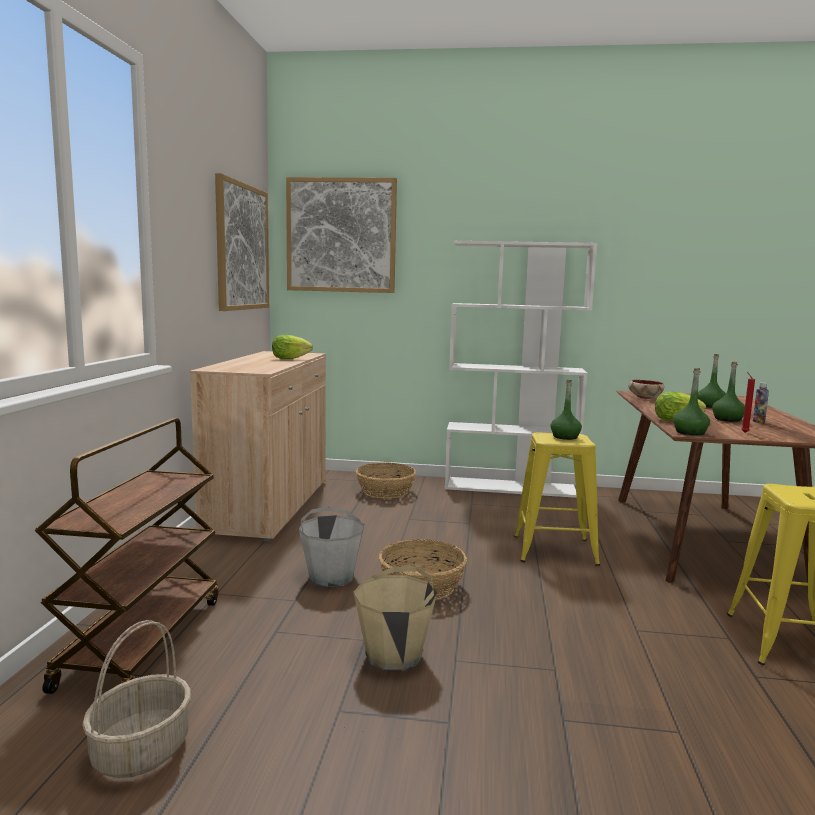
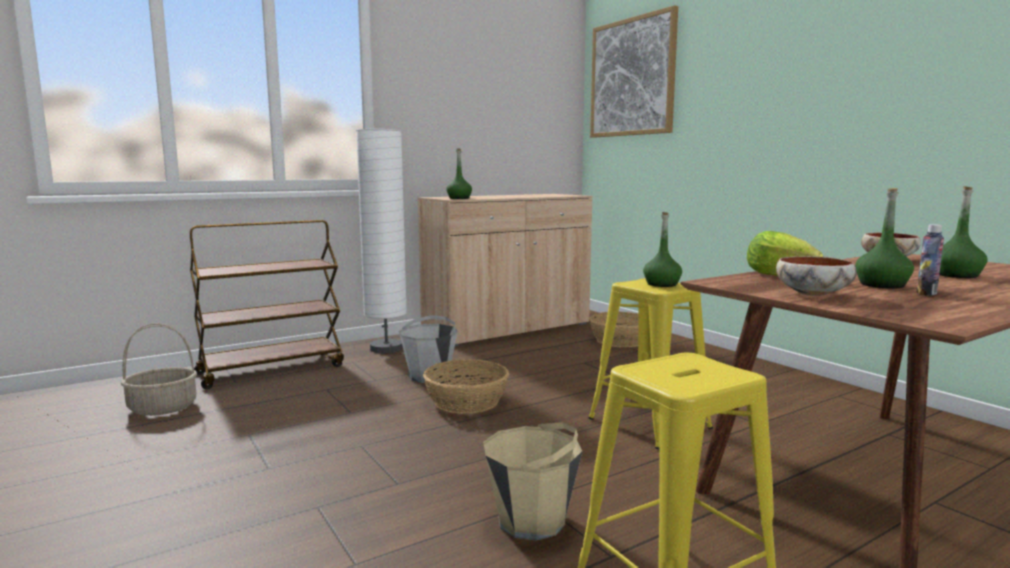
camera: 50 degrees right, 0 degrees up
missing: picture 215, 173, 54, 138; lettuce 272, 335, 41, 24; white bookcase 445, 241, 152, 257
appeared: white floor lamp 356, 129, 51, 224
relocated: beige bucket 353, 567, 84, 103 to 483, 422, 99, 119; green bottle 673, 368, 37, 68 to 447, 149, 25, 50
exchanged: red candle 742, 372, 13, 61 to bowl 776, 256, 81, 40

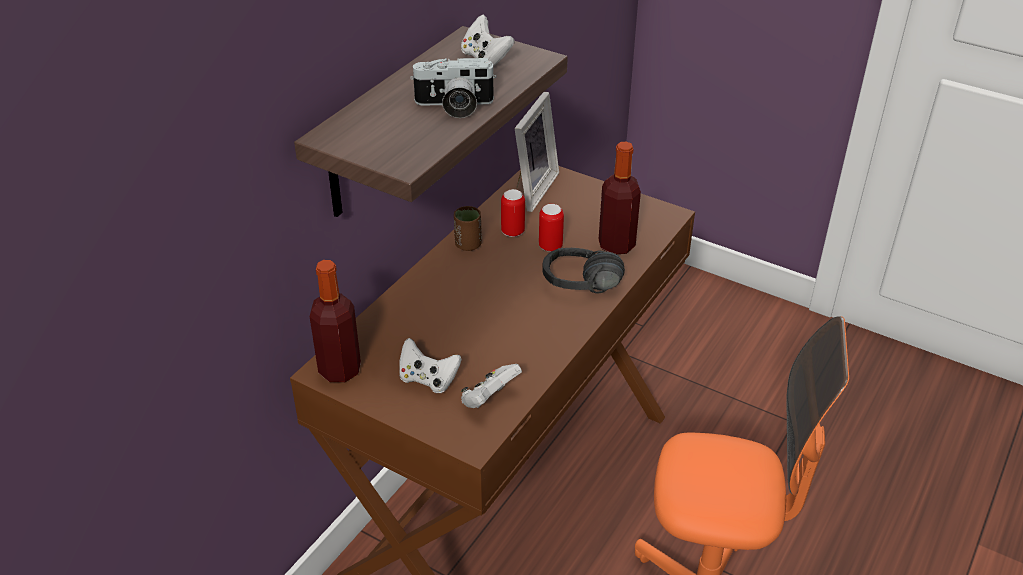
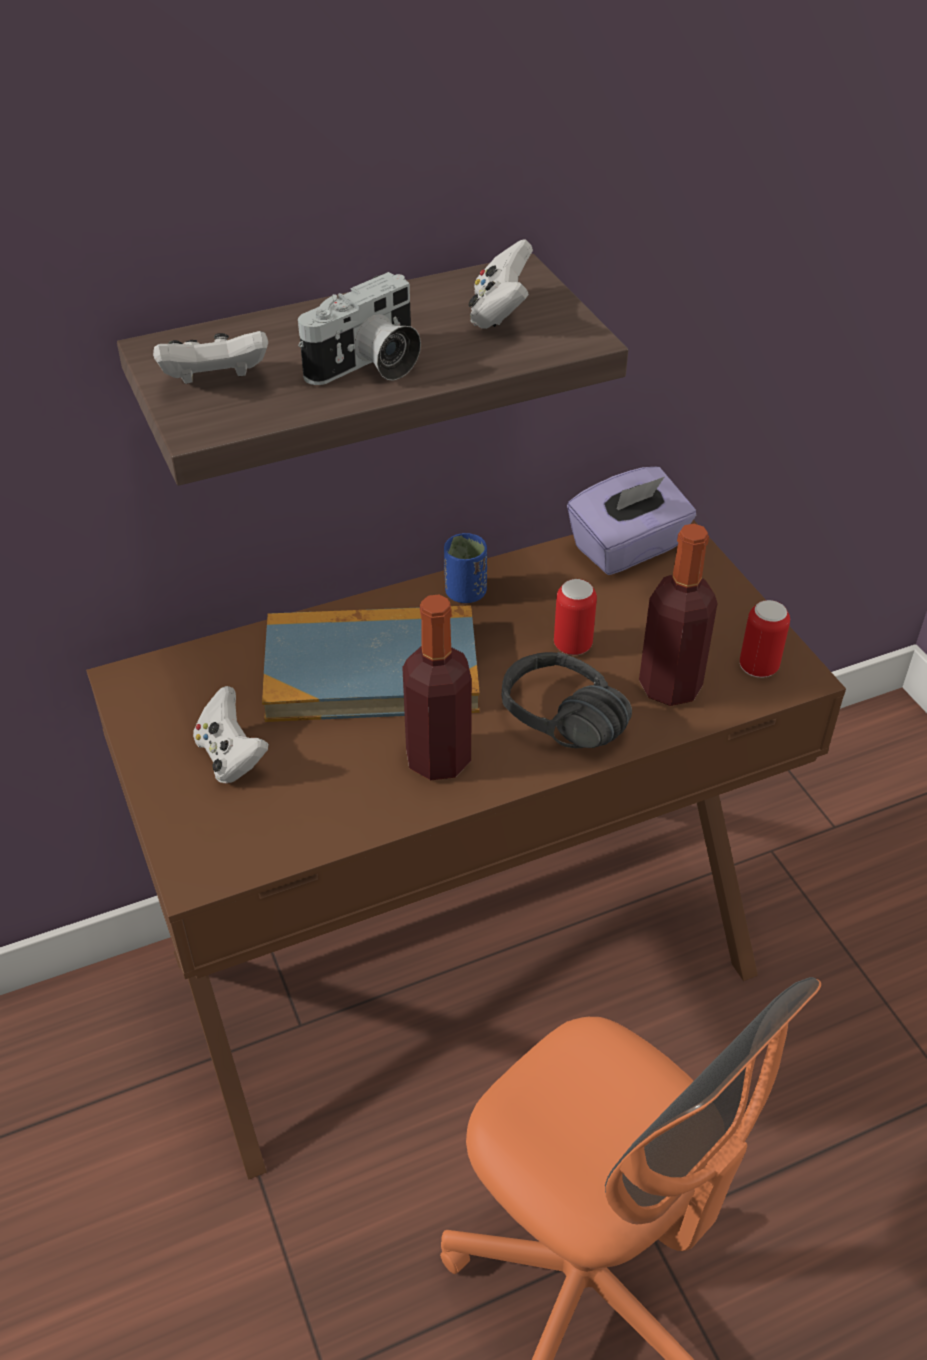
camera: 35 degrees right, 5 degrees up
appeared: book 262, 605, 218, 117
relocated: bottle 309, 260, 52, 122 to 402, 595, 70, 185; white game controller 461, 364, 61, 44 to 153, 331, 115, 53; can 501, 189, 24, 48 to 740, 600, 50, 78
exchanged: picture frame 515, 92, 44, 120 to purple tissue box 567, 467, 129, 108
colour: brown cup 454, 206, 28, 45 to blue cup 444, 533, 43, 70
spun: photo camera 410, 58, 86, 60 = 298, 272, 123, 113 75 degrees counterclockwise

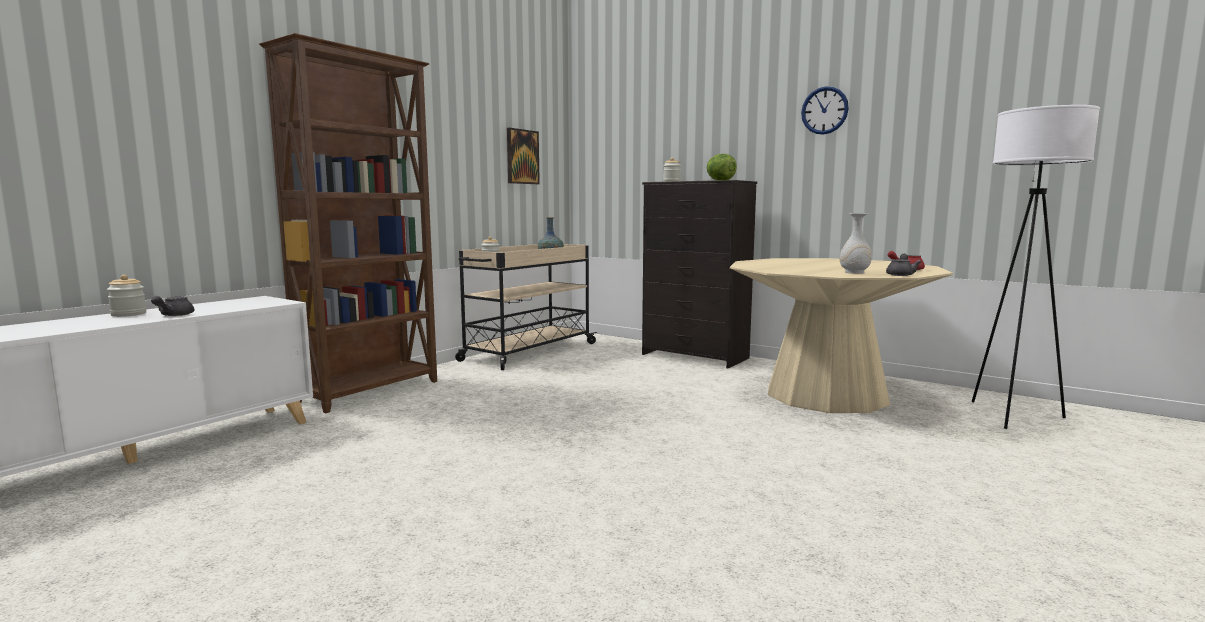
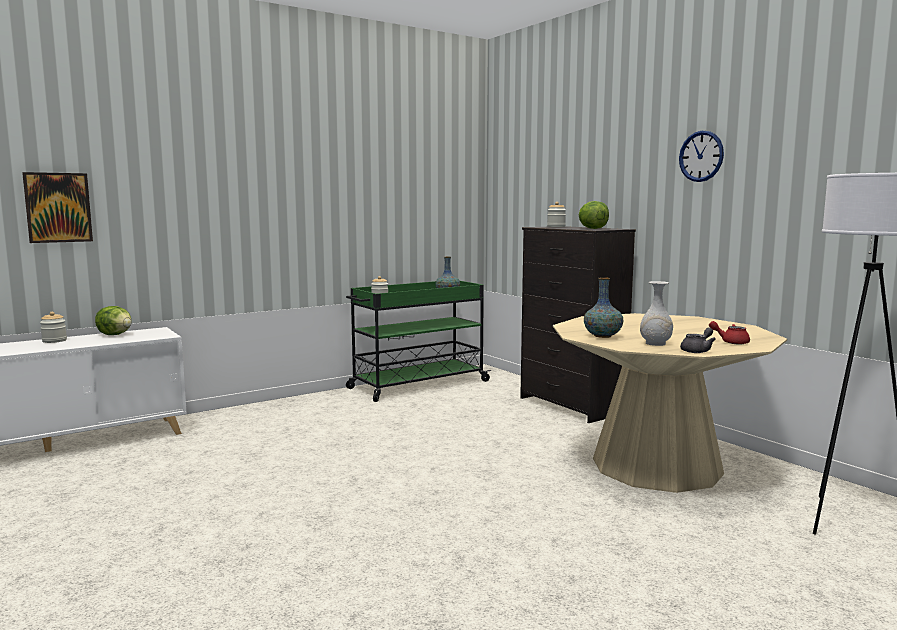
camera: 20 degrees right, 0 degrees up
missing: grey teapot 151, 296, 43, 20; brown bookcase 259, 33, 178, 380
appeared: lettuce 95, 306, 37, 29; vase 584, 277, 39, 61
relocated: picture 507, 128, 33, 56 to 22, 172, 71, 71
colour: beige cart 455, 244, 142, 126 to green cart 346, 281, 145, 121

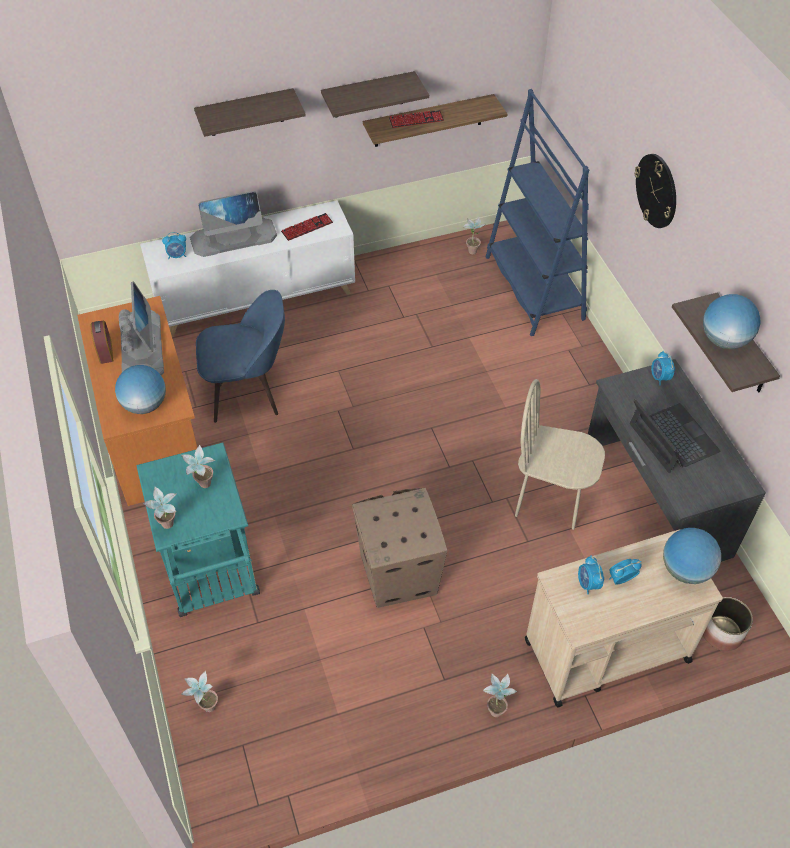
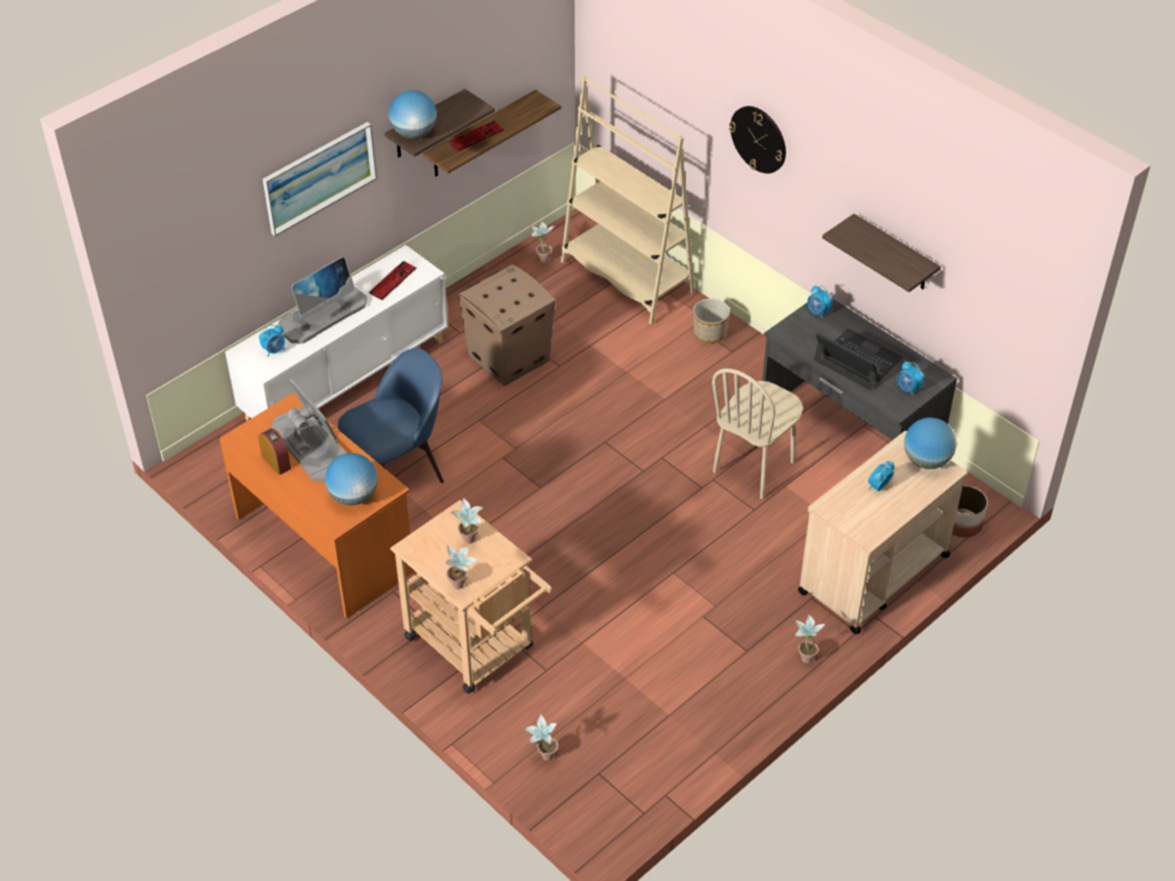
camera: 25 degrees left, 5 degrees down
appeared: planter 693, 298, 37, 45
relocated: cardboard box 352, 488, 95, 120 to 458, 264, 97, 122; alarm clock 578, 555, 26, 39 to 898, 361, 27, 35; globe 703, 294, 57, 55 to 389, 90, 48, 49
exchanged: shelf 194, 88, 112, 49 to picture 263, 122, 114, 114
colour: turquoise cart 136, 443, 124, 174 to beige cart 390, 500, 162, 194; blue bookcase 486, 89, 103, 247 to beige bookcase 561, 75, 134, 249
spun: beige chair 515, 379, 90, 151 = 712, 368, 91, 131 45 degrees counterclockwise

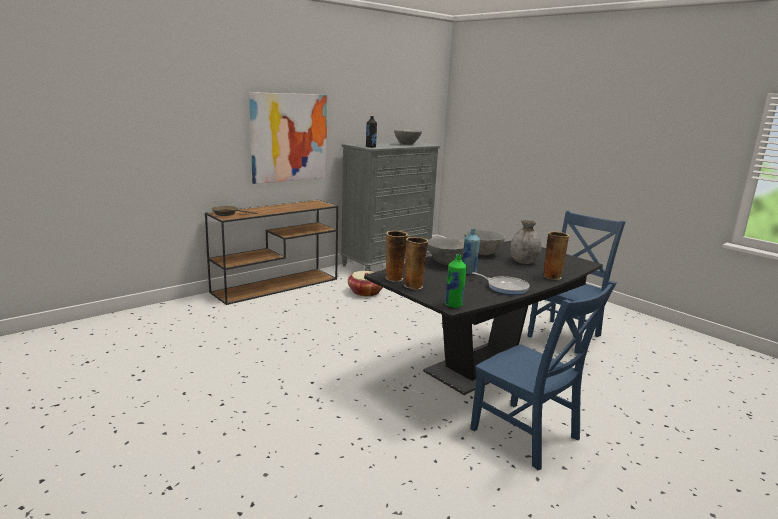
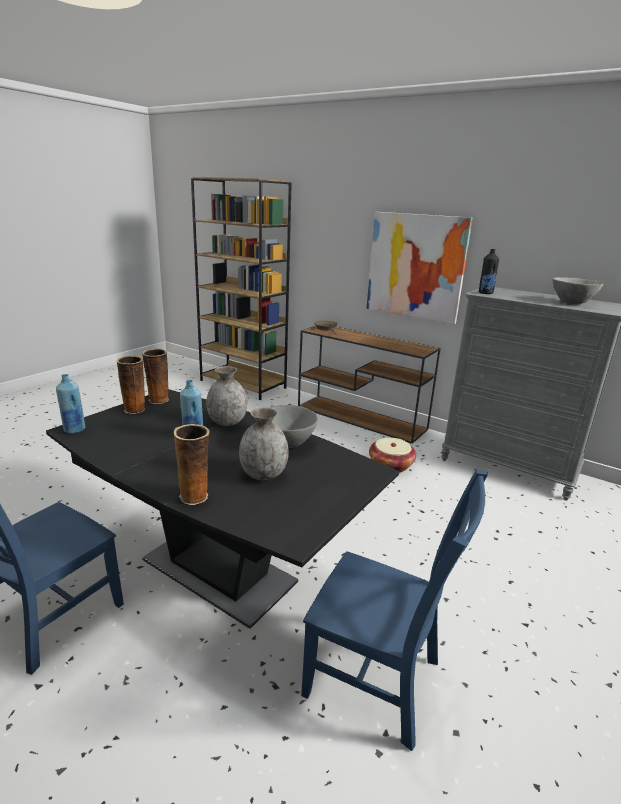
camera: 75 degrees right, 5 degrees up
missing: frying pan 472, 272, 58, 23
appeared: brown bookcase 191, 177, 101, 223
exchanged: grey bowl 427, 237, 37, 28 to grey vase 206, 366, 41, 60
colour: green bottle 445, 254, 22, 54 to blue bottle 56, 374, 29, 60

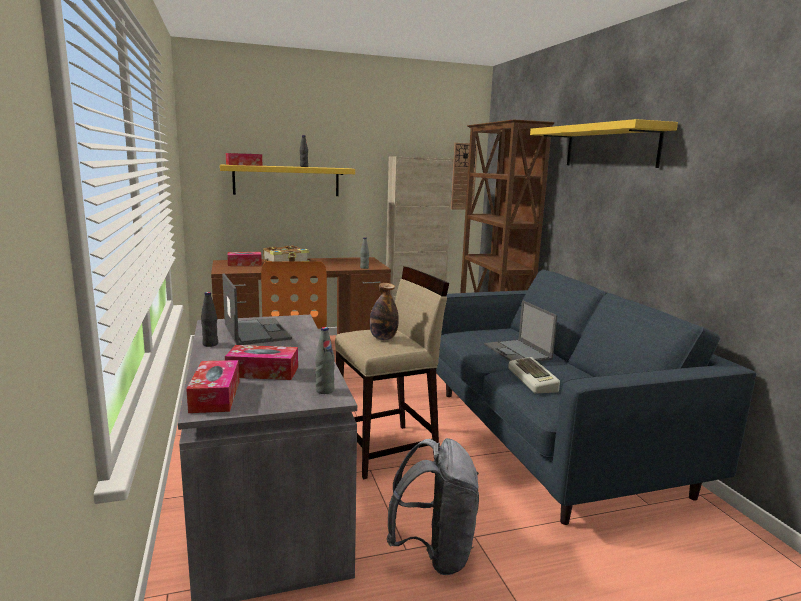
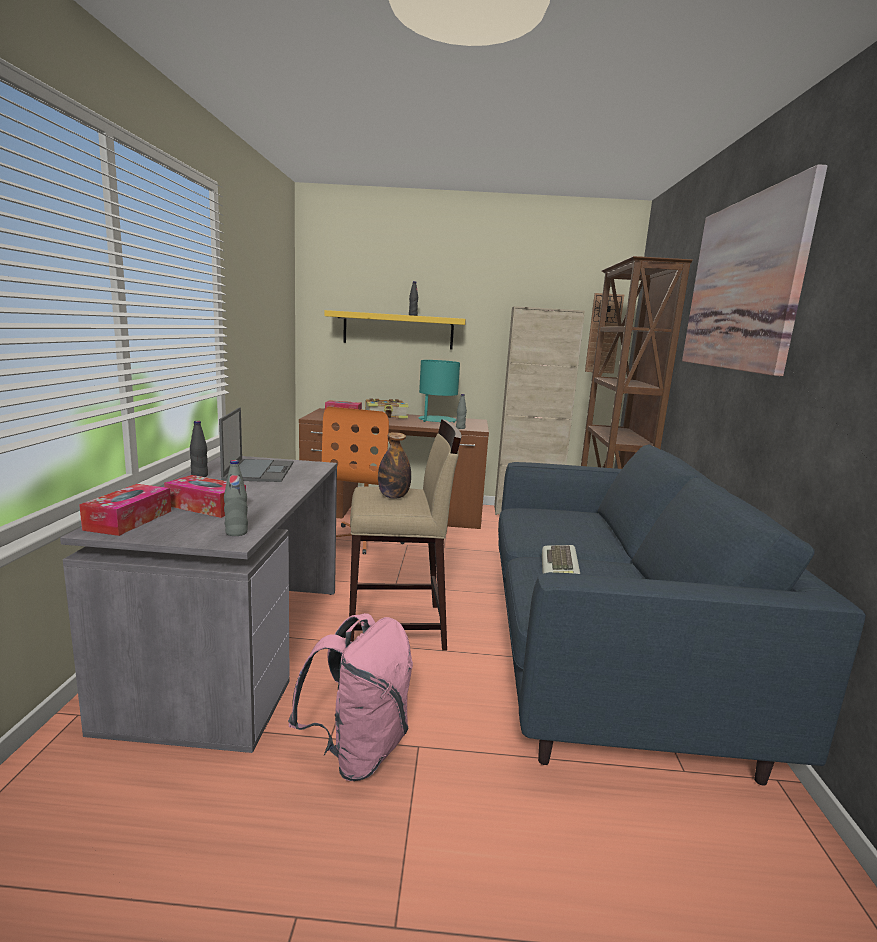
camera: 20 degrees right, 0 degrees up
missing: tissue box 226, 153, 36, 13; laptop 484, 301, 74, 61
appeared: turquoise table lamp 418, 360, 42, 62
exchanged: yellow shelf 530, 119, 148, 49 to picture 682, 164, 145, 212
colour: grey backpack 387, 438, 92, 137 to pink backpack 288, 613, 125, 168

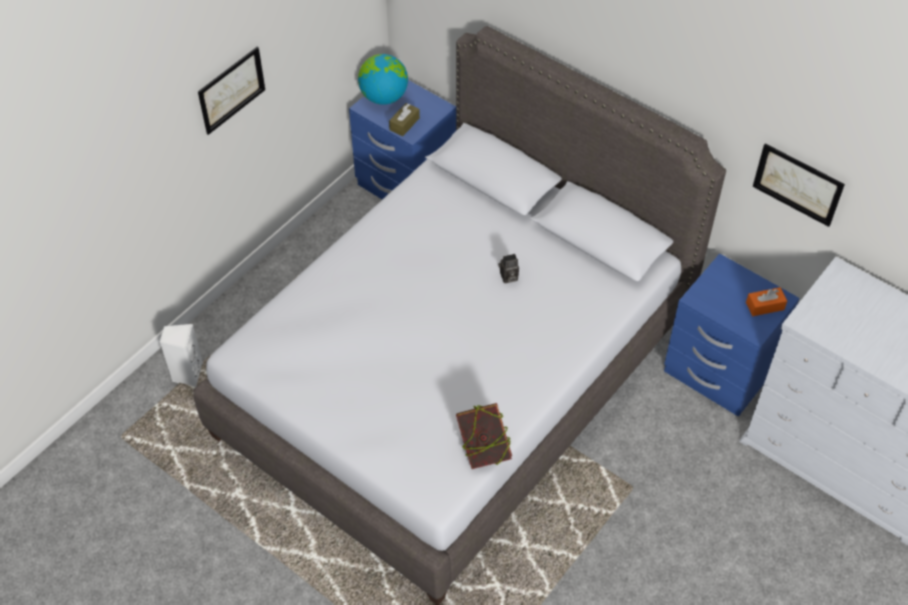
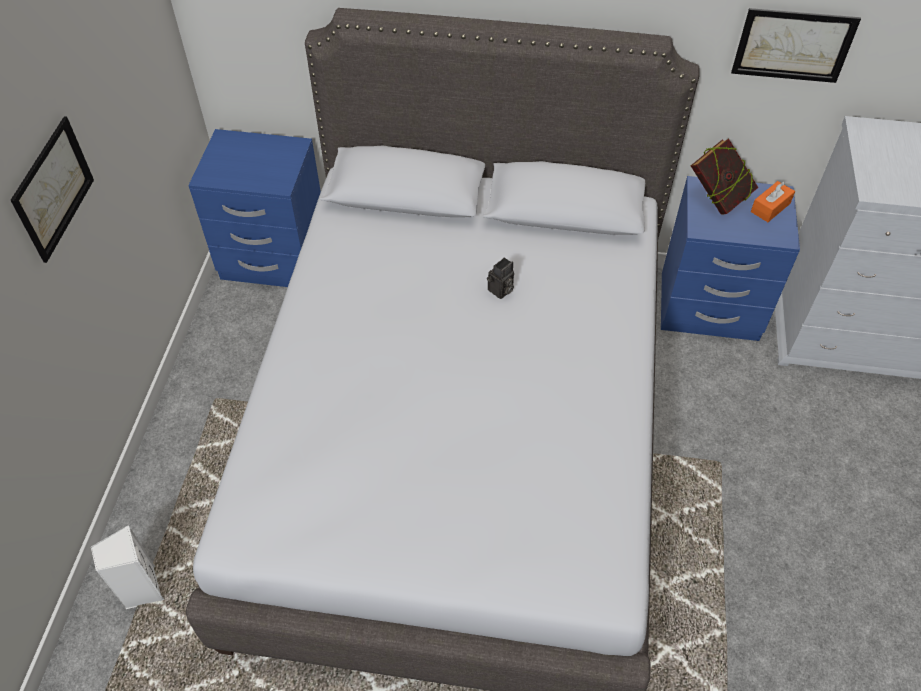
camera: 30 degrees left, 0 degrees up
missing: globe 358, 54, 50, 51; brown tissue box 389, 103, 31, 33
relocated: book 456, 403, 56, 66 to 691, 138, 67, 76

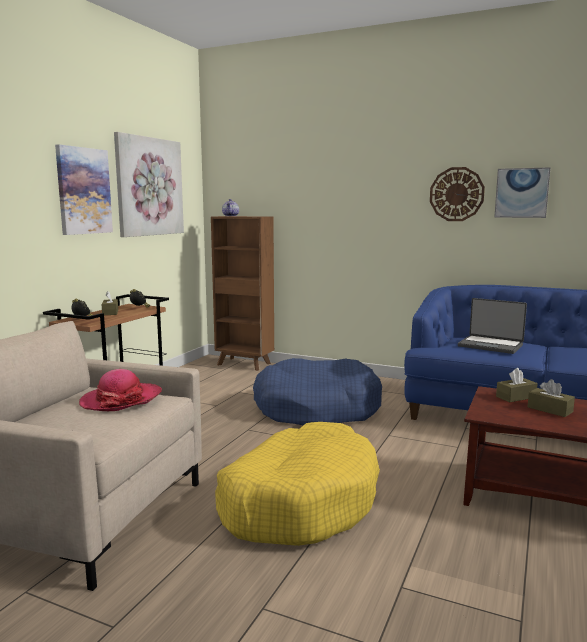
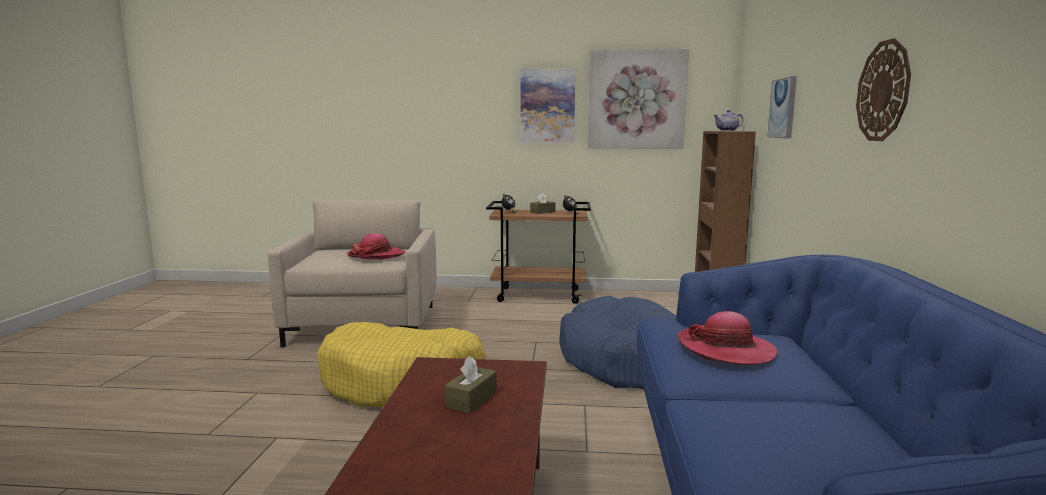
camera: 70 degrees right, 0 degrees up
missing: brown tissue box 496, 368, 42, 34
relocated: picture 494, 167, 56, 51 to 767, 76, 30, 63
exchanged: laptop 458, 298, 69, 56 to hat 677, 311, 101, 54

